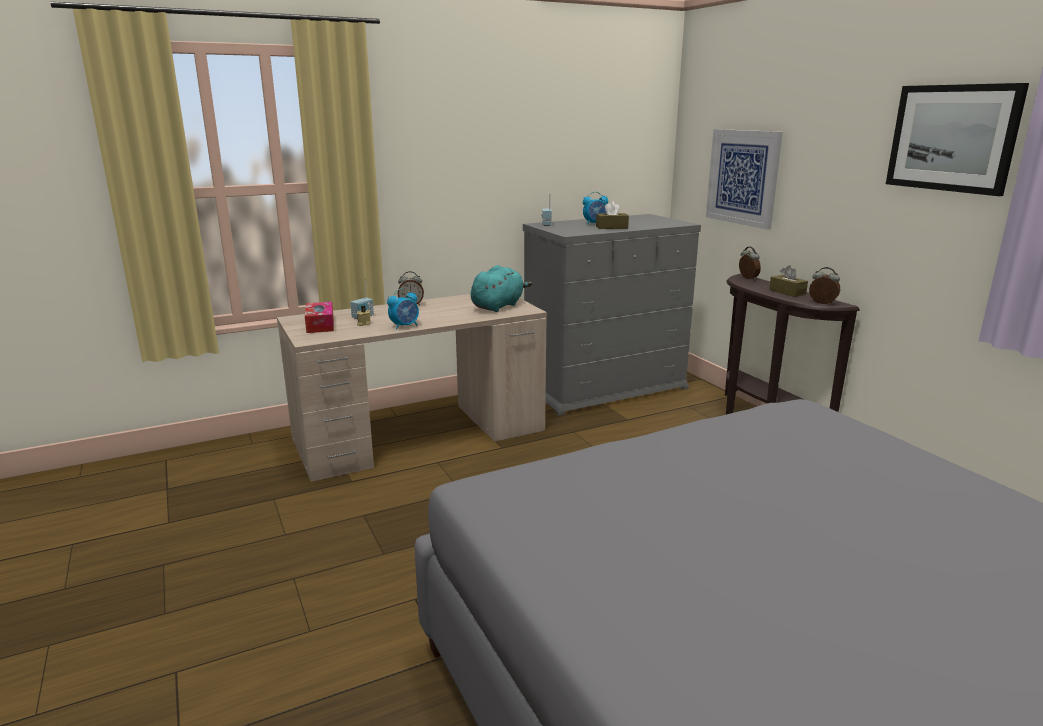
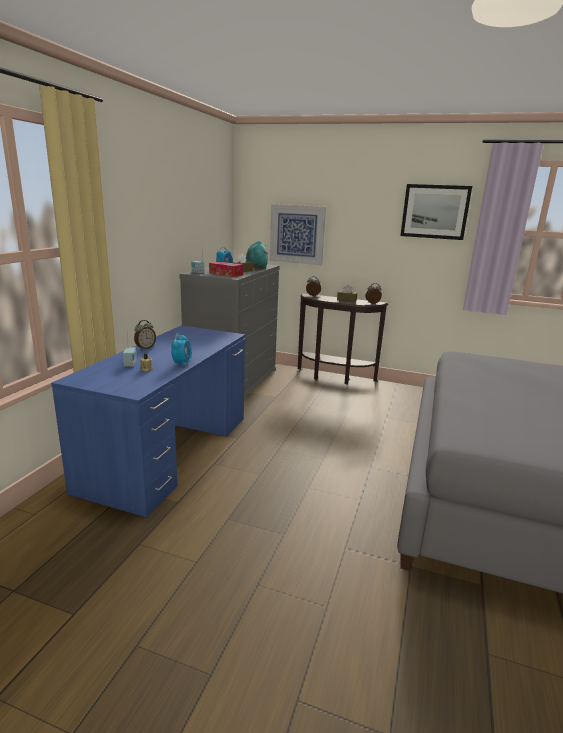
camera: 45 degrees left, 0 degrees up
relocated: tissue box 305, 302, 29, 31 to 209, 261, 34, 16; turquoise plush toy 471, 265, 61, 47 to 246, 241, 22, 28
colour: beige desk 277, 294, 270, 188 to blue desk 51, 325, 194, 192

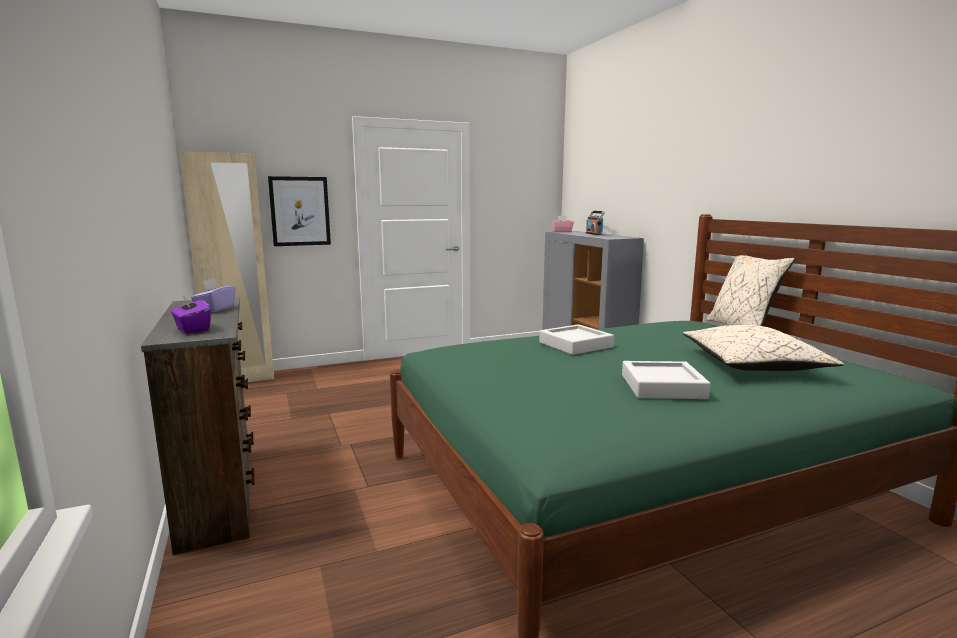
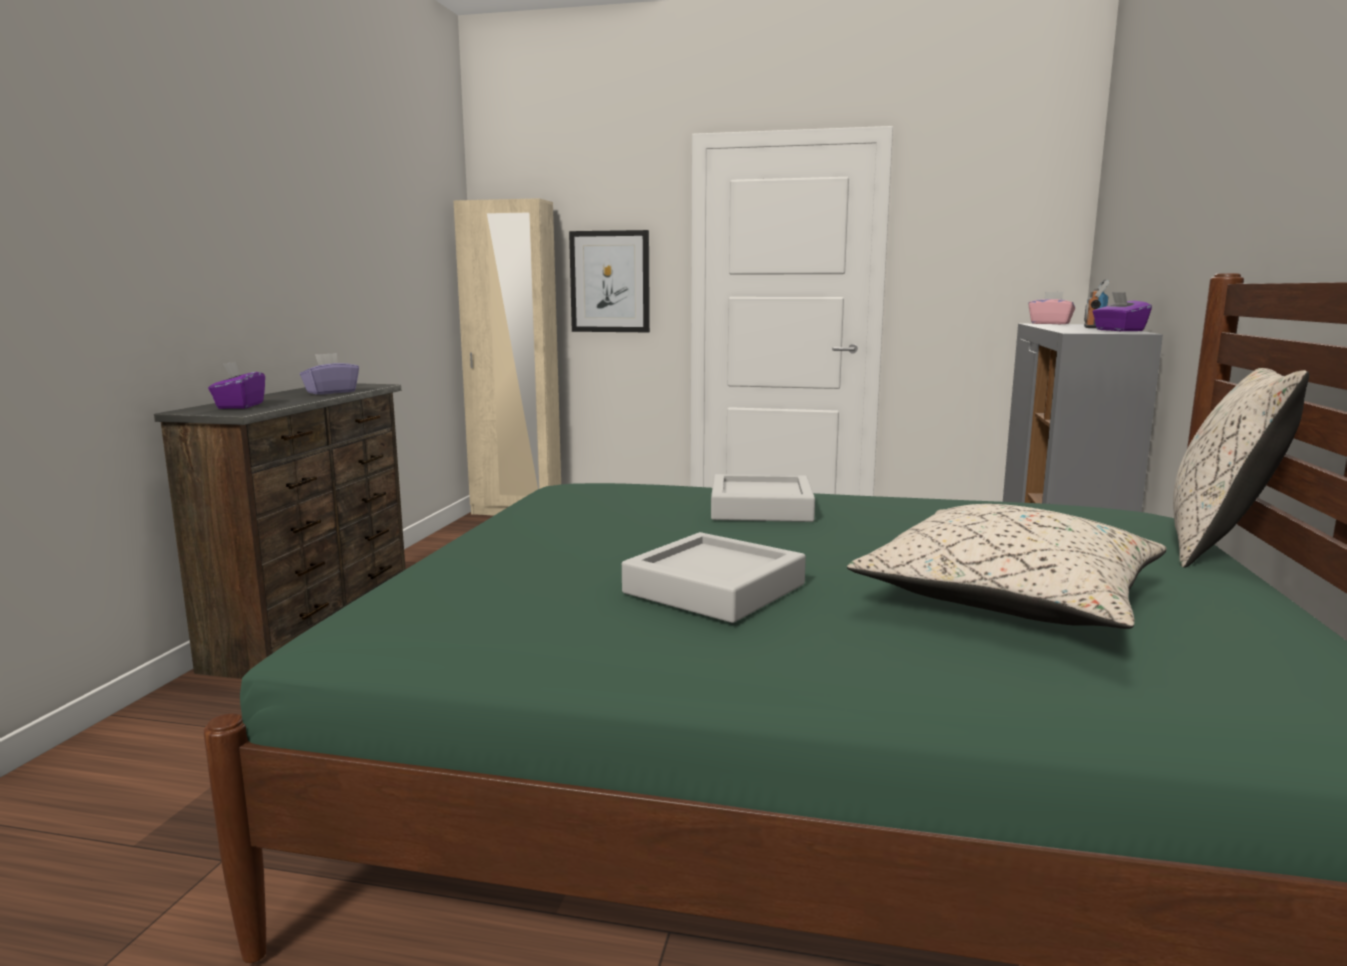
camera: 35 degrees right, 0 degrees up
appeared: purple tissue box 1092, 292, 60, 39

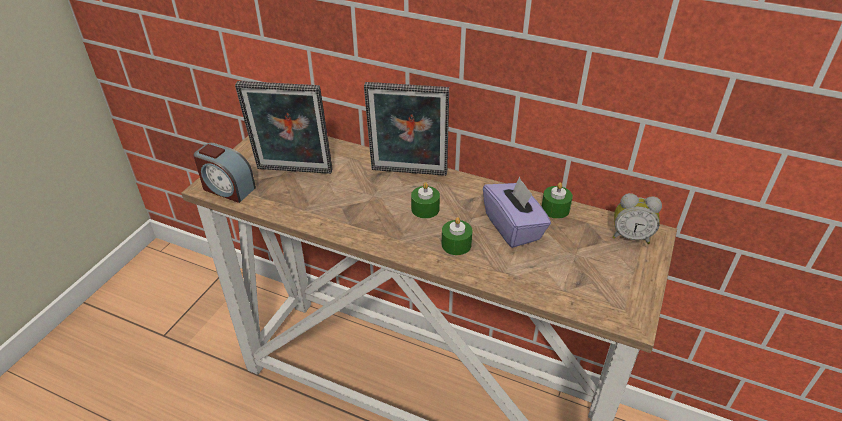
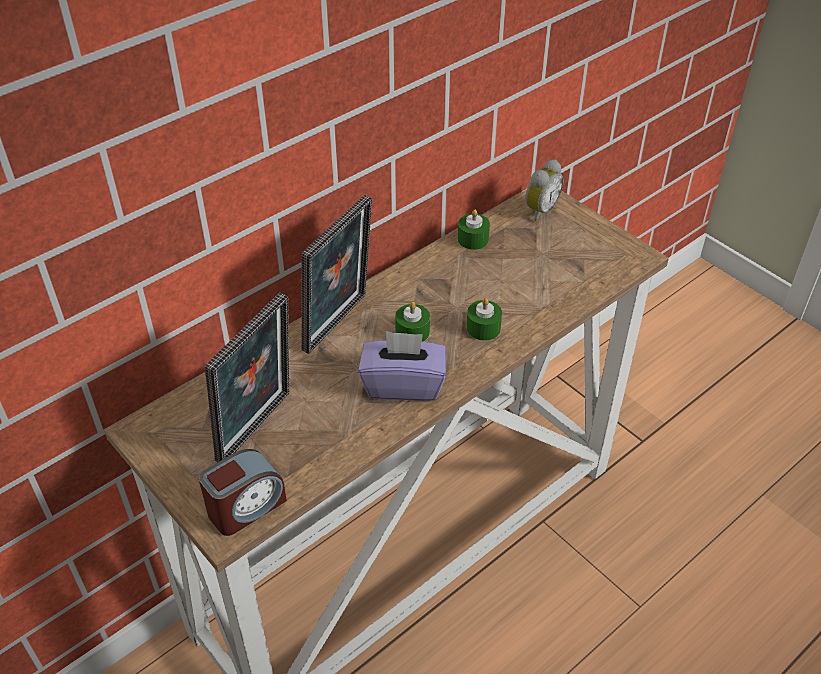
camera: 65 degrees left, 5 degrees up
relocated: purple tissue box 483, 176, 68, 72 to 358, 331, 88, 70

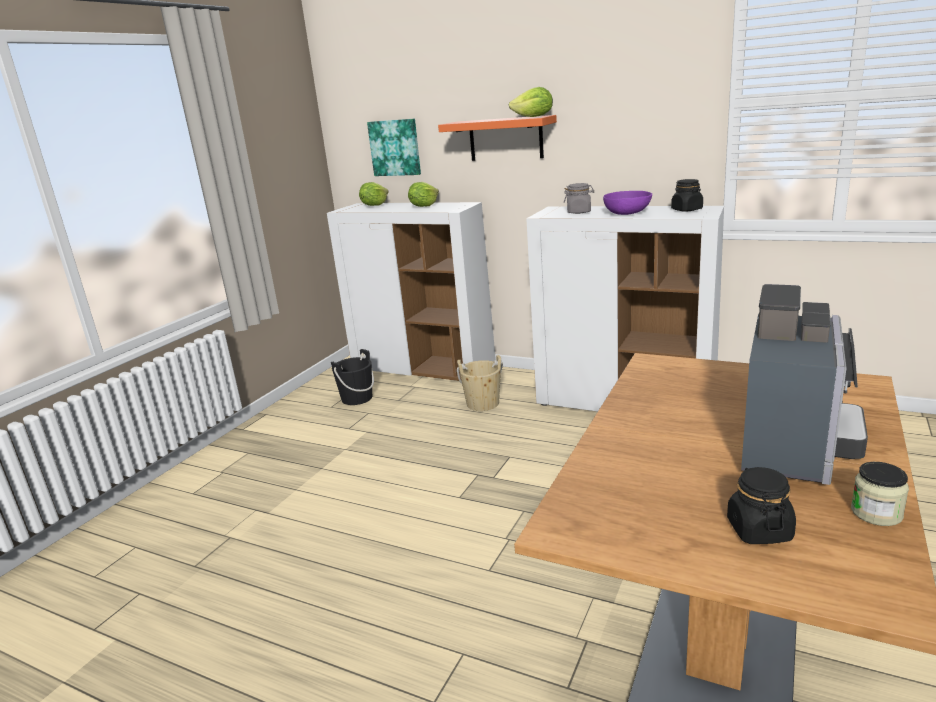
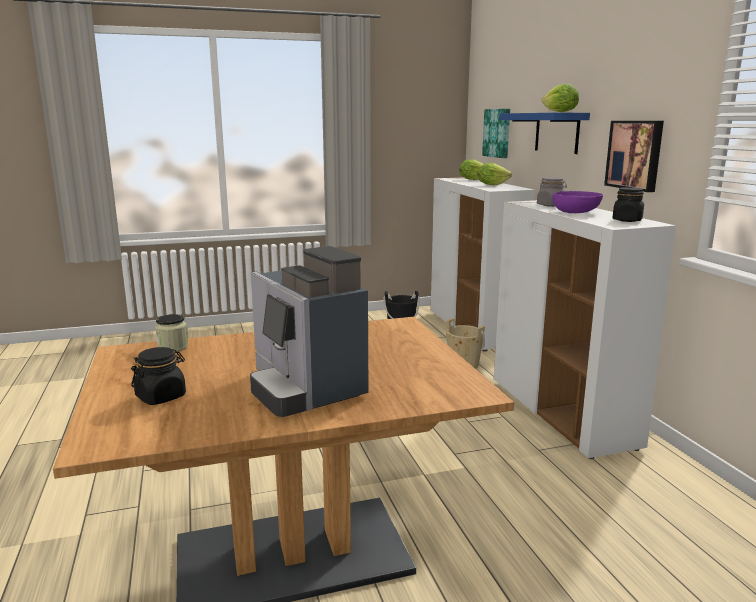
camera: 45 degrees right, 5 degrees down
appeared: picture 604, 121, 60, 71
relocated: jar 851, 462, 58, 64 to 155, 314, 33, 38
colour: orange shelf 438, 115, 119, 46 to blue shelf 499, 113, 91, 41
spun: coffee machine 741, 284, 127, 201 = 250, 246, 118, 171 75 degrees clockwise

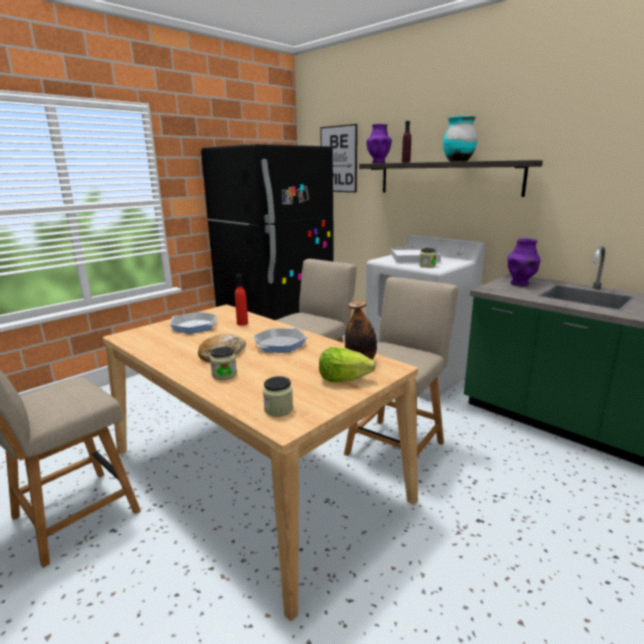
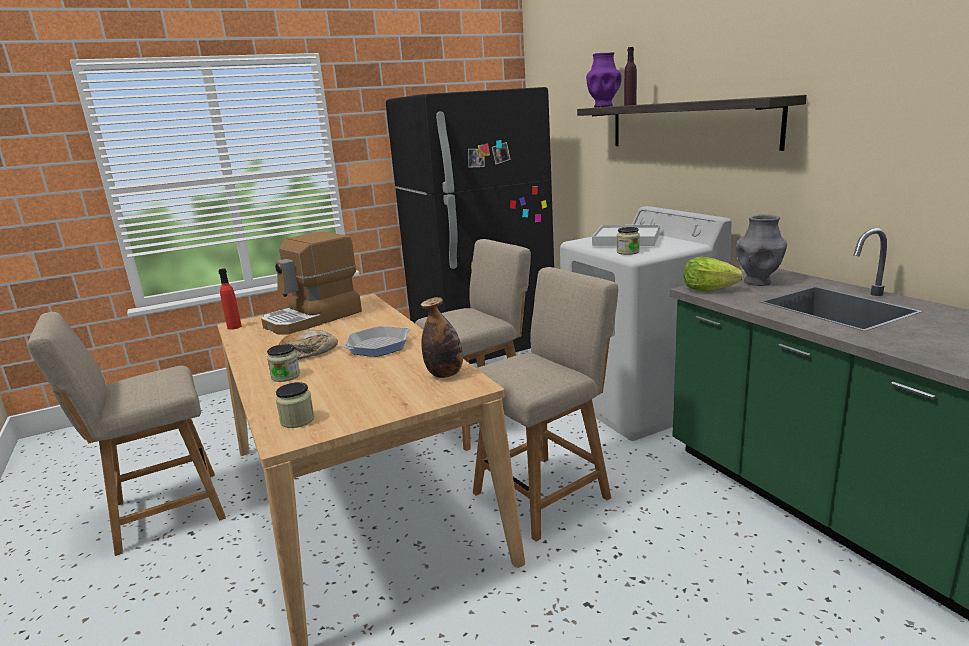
camera: 20 degrees right, 0 degrees up
missing: picture 320, 124, 37, 68; turquoise vase 443, 116, 34, 46
relocated: red bottle 235, 274, 13, 52 to 218, 268, 24, 62; lettuce 319, 347, 57, 35 to 684, 257, 59, 34
exchanged: frying pan 169, 312, 48, 22 to coffee machine 261, 231, 101, 104
colour: purple vase 507, 238, 34, 48 to grey vase 736, 214, 51, 72

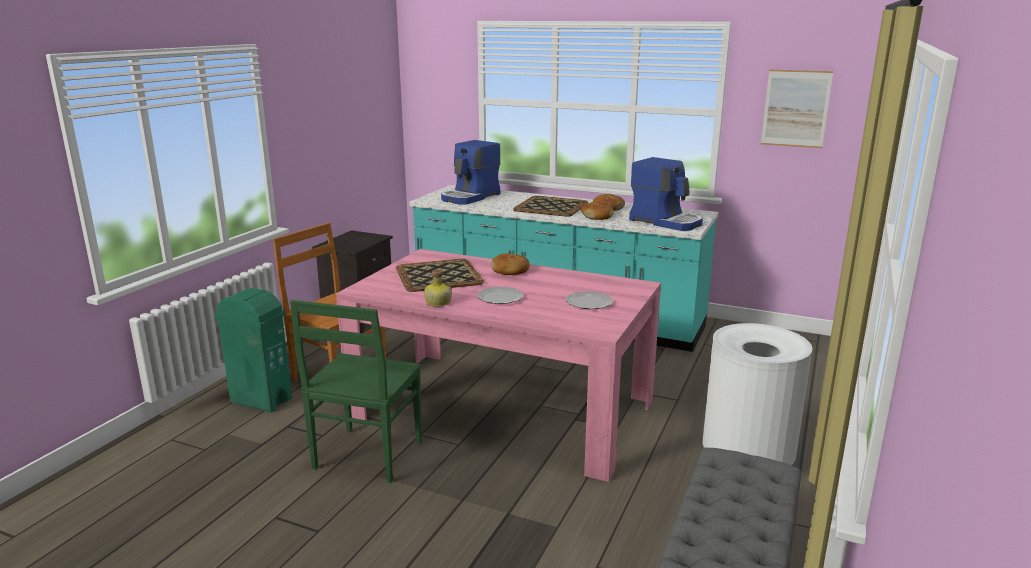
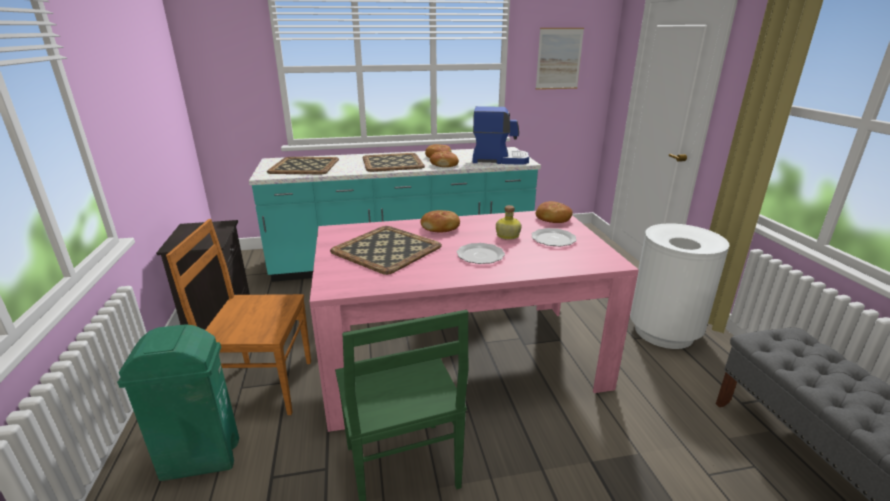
camera: 35 degrees left, 5 degrees up
appeared: bread 535, 201, 38, 22
relocated: bottle 424, 270, 28, 37 to 496, 205, 26, 35
exchanged: coffee machine 441, 140, 59, 64 to tray 267, 157, 72, 17

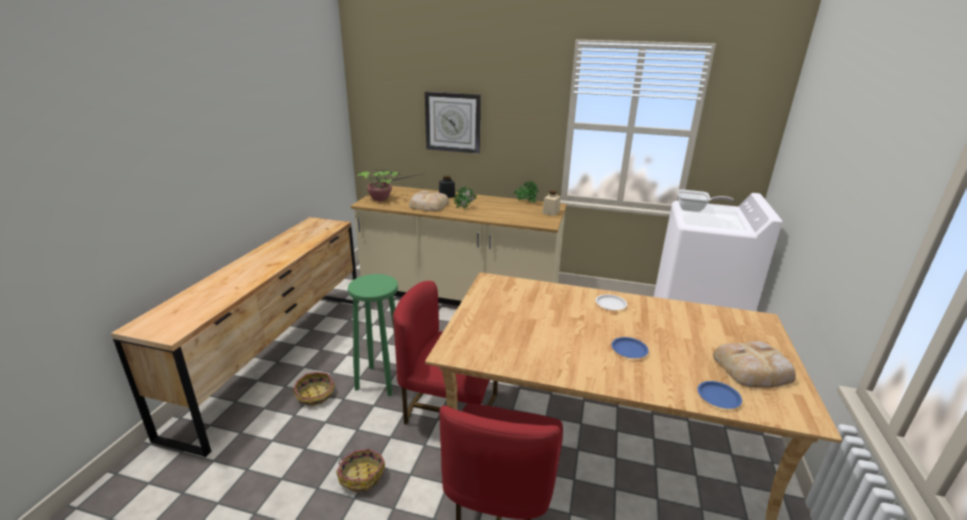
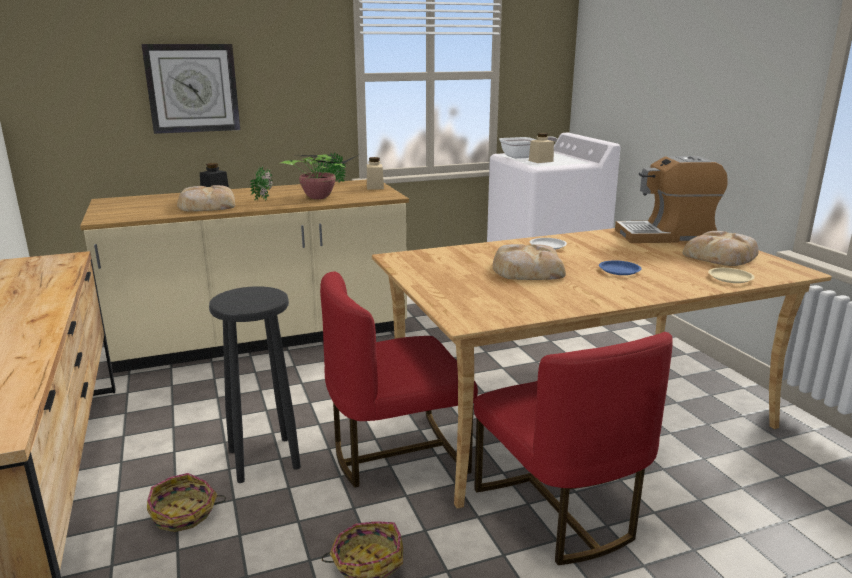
camera: 35 degrees left, 5 degrees down
appeared: bread 493, 244, 73, 36; beige jar 529, 133, 25, 30; coffee machine 615, 156, 113, 87
relocated: potted plant 356, 168, 66, 33 to 280, 154, 80, 45
colour: green stool 348, 274, 50, 122 to black stool 209, 286, 92, 197; blue plate 697, 381, 45, 28 to beige plate 708, 268, 47, 15

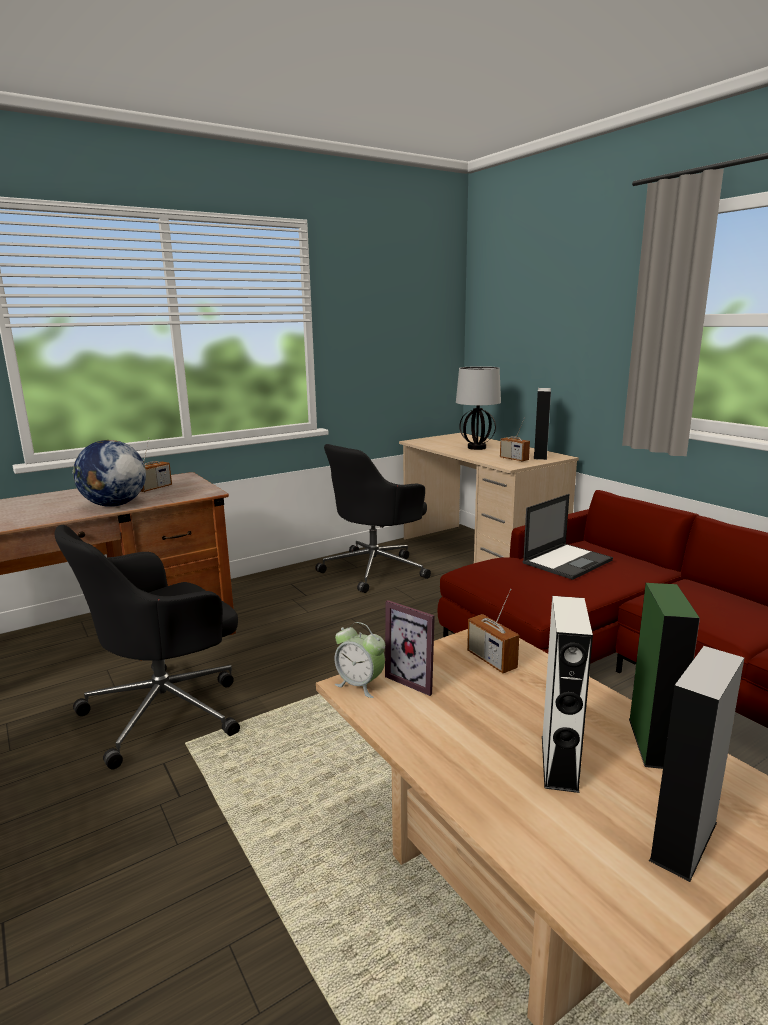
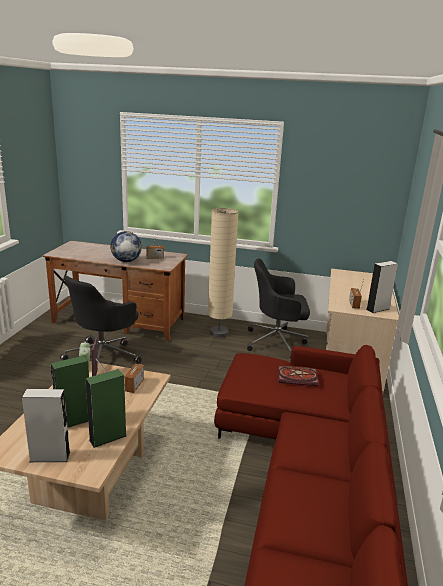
camera: 45 degrees right, 5 degrees up
missing: table lamp 456, 366, 45, 84
appeared: beige floor lamp 208, 208, 30, 129
exchanged: laptop 523, 494, 90, 86 to book 278, 366, 41, 20
colour: white speaker 542, 596, 51, 197 to green speaker 51, 355, 38, 72
spun: black office chair 55, 525, 185, 244 = 60, 275, 82, 88 60 degrees counterclockwise

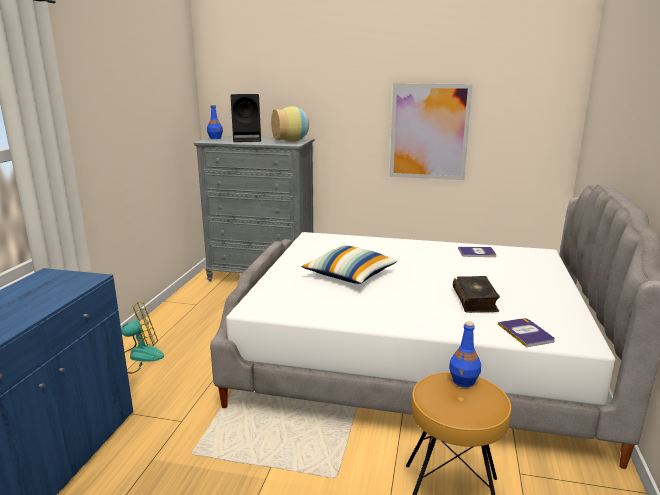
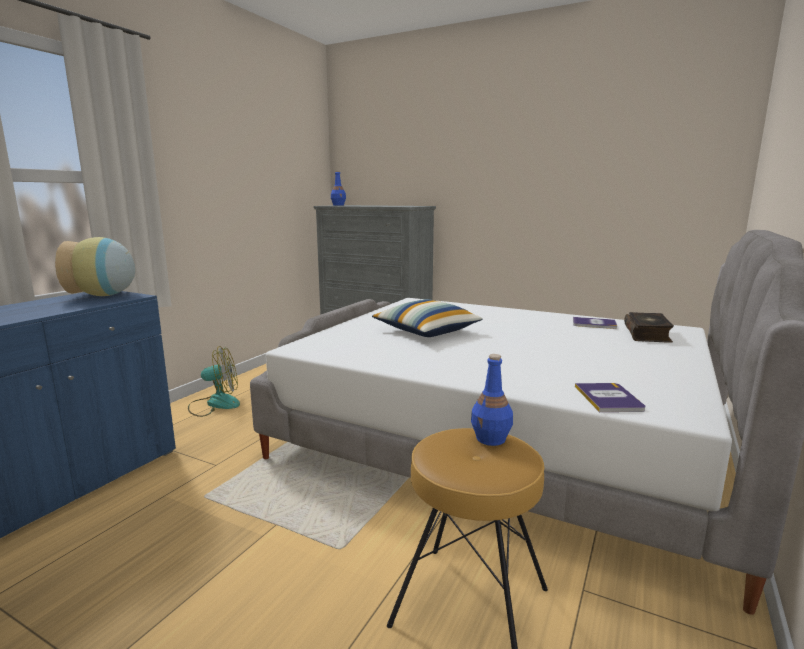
camera: 15 degrees right, 5 degrees down
missing: black speaker 231, 94, 30, 48; picture 390, 83, 83, 97
relocated: vase 271, 106, 38, 36 to 55, 237, 80, 59; book 453, 276, 47, 37 to 624, 312, 50, 31

